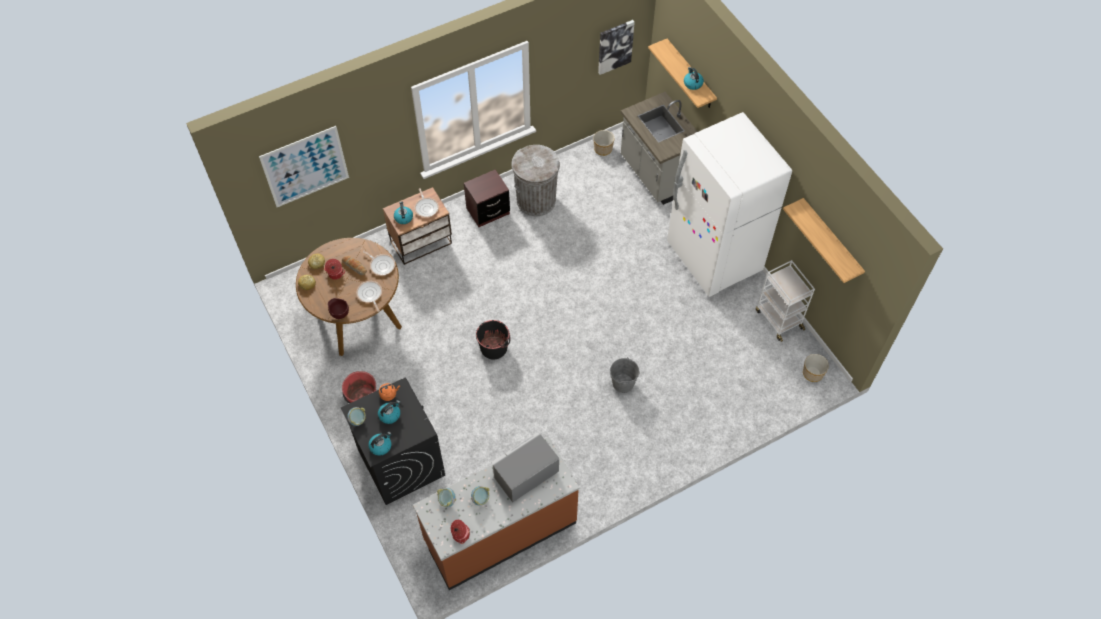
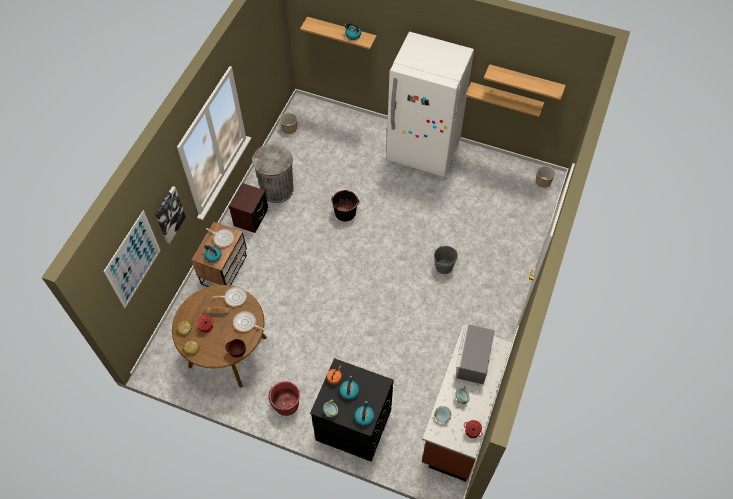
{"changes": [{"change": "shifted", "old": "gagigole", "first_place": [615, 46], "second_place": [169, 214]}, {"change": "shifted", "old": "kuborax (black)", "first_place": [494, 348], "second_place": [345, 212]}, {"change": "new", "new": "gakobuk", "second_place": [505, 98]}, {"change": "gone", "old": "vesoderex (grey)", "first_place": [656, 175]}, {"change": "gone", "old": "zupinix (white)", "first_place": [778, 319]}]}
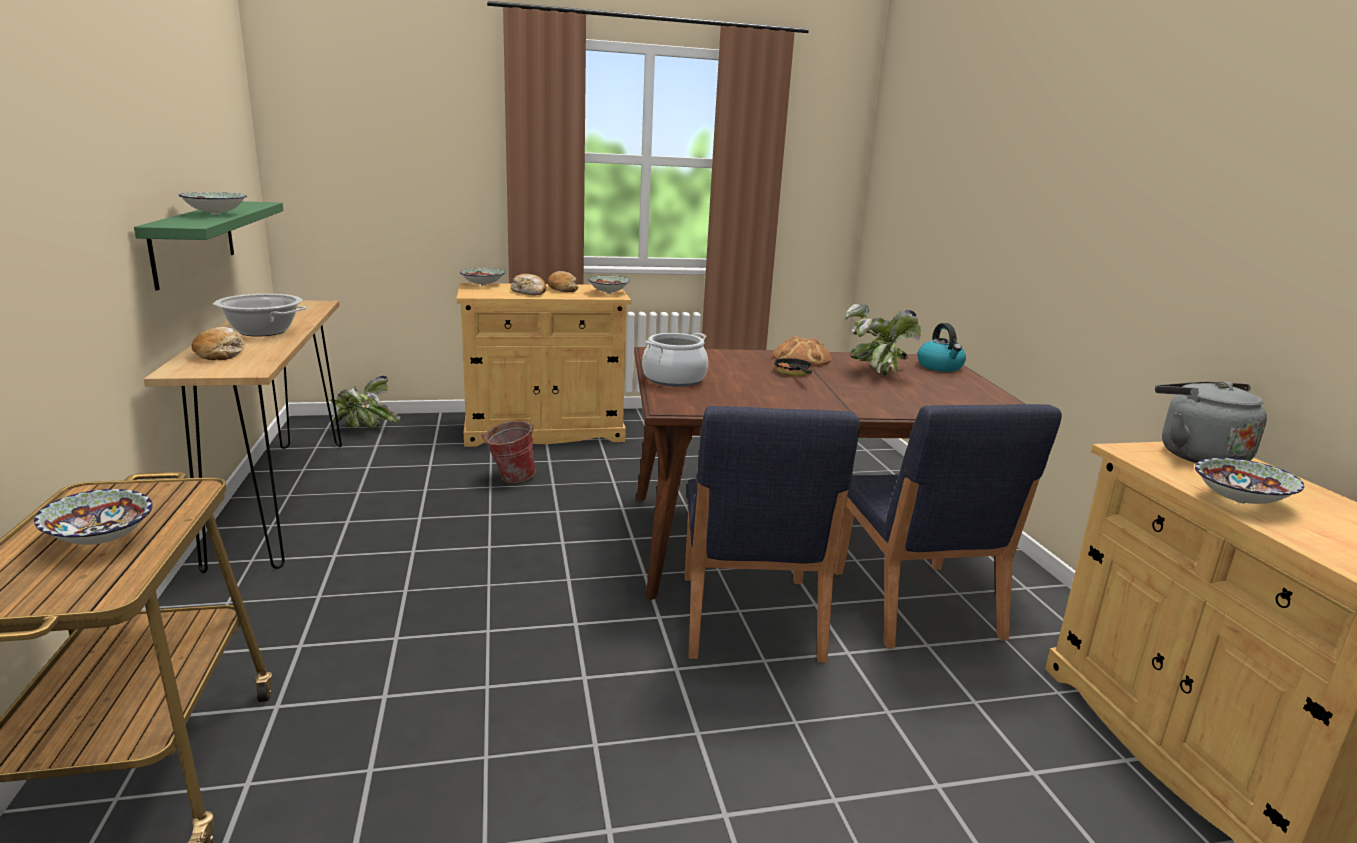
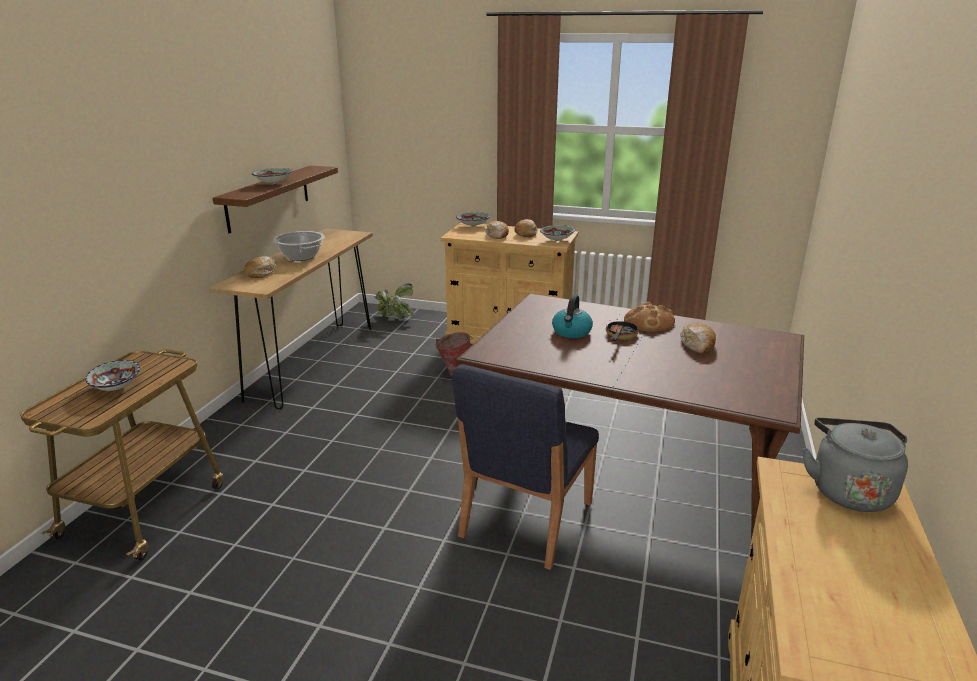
{"changes": [{"change": "repainted", "old": "gakobuk (green)", "new": "gakobuk (brown)", "first_place": [194, 241], "second_place": [268, 197]}, {"change": "shifted", "old": "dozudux", "first_place": [940, 367], "second_place": [571, 332]}, {"change": "swapped", "old": "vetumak", "new": "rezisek", "first_place": [876, 372], "second_place": [697, 345]}, {"change": "gone", "old": "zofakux", "first_place": [674, 379]}, {"change": "gone", "old": "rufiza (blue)", "first_place": [915, 605]}, {"change": "gone", "old": "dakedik", "first_place": [1239, 501]}]}
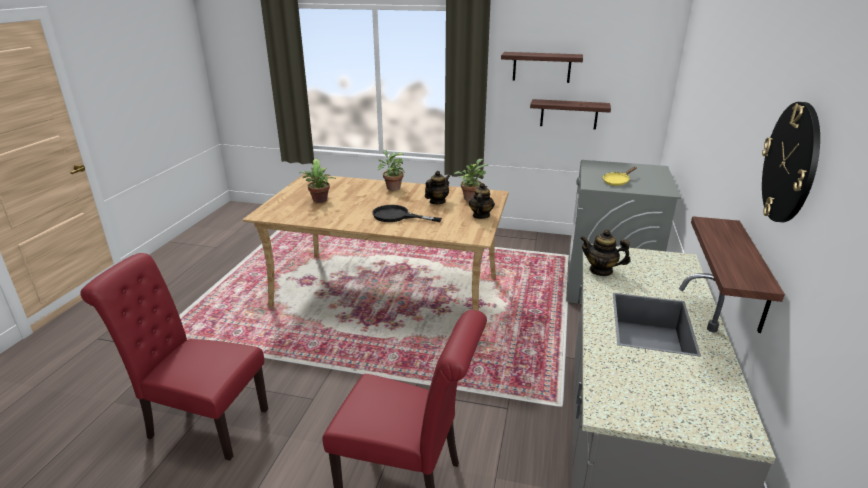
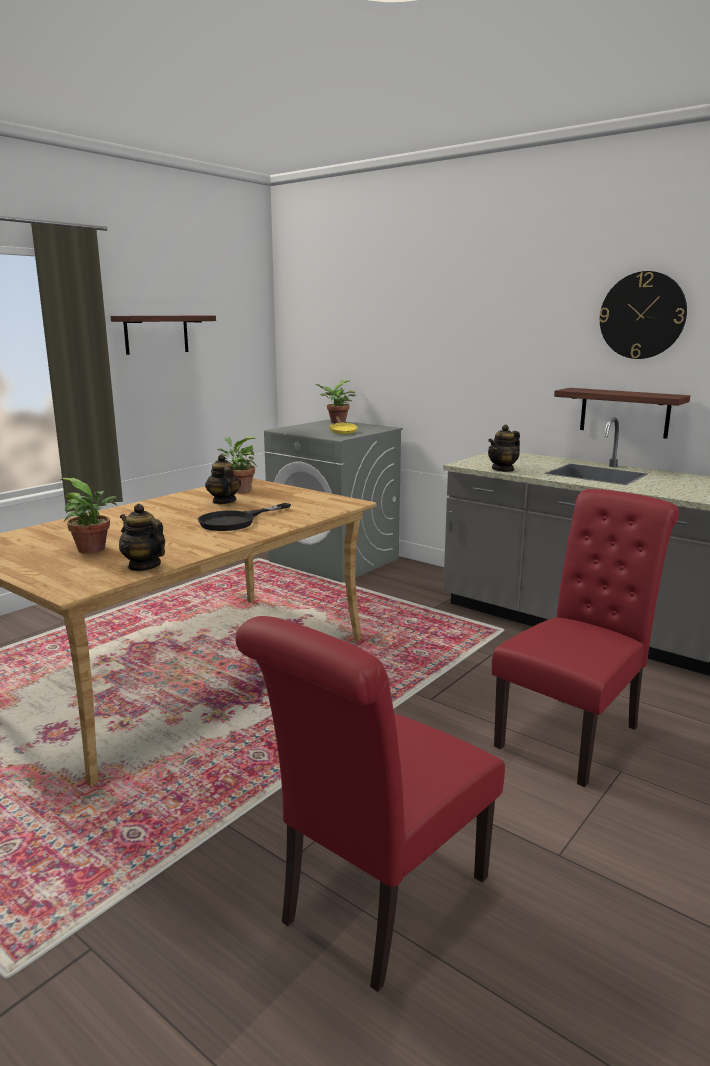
{"changes": [{"change": "shifted", "old": "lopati", "first_place": [480, 216], "second_place": [144, 566]}, {"change": "shifted", "old": "vetumak", "first_place": [392, 187], "second_place": [336, 422]}, {"change": "gone", "old": "gakobuk", "first_place": [569, 114]}]}
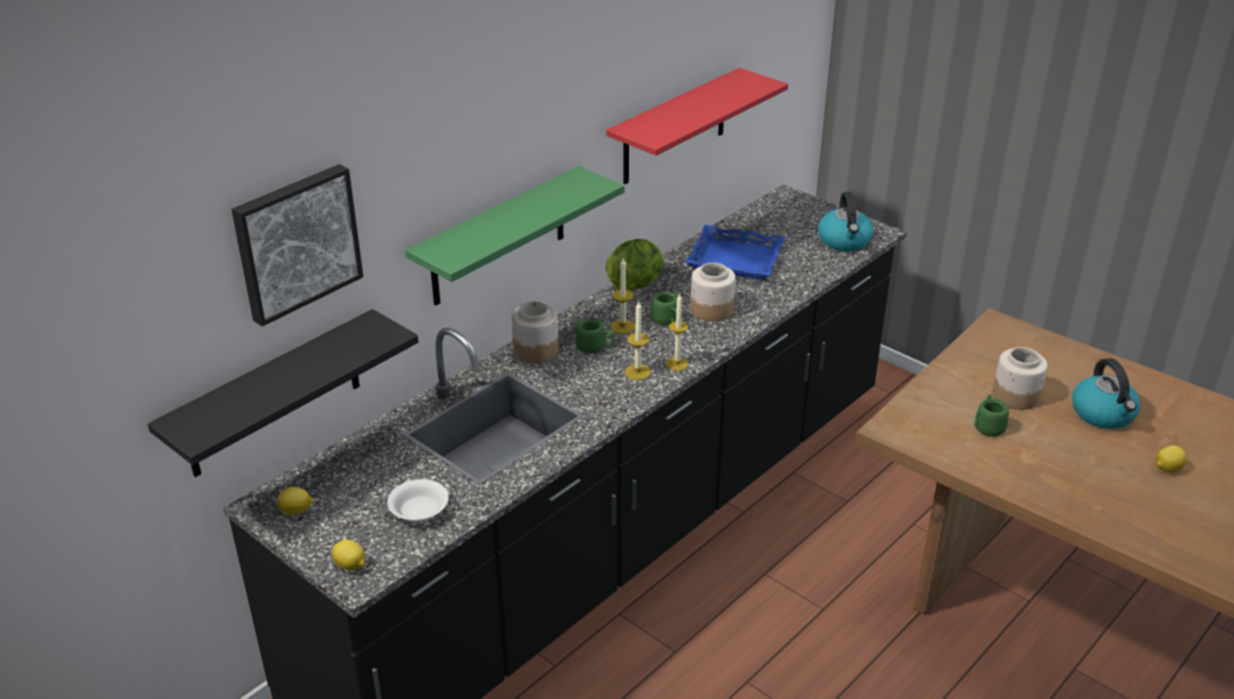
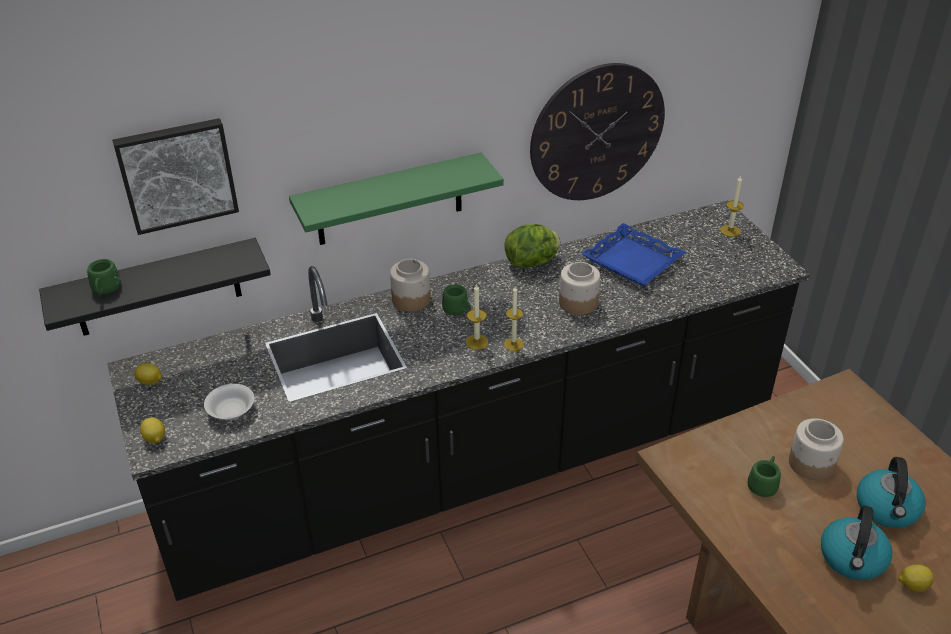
{"changes": [{"change": "shifted", "old": "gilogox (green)", "first_place": [667, 322], "second_place": [105, 290]}, {"change": "swapped", "old": "gakobuk (red)", "new": "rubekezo", "first_place": [675, 127], "second_place": [597, 133]}, {"change": "shifted", "old": "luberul", "first_place": [622, 326], "second_place": [730, 230]}, {"change": "shifted", "old": "dozudux", "first_place": [844, 241], "second_place": [852, 559]}]}
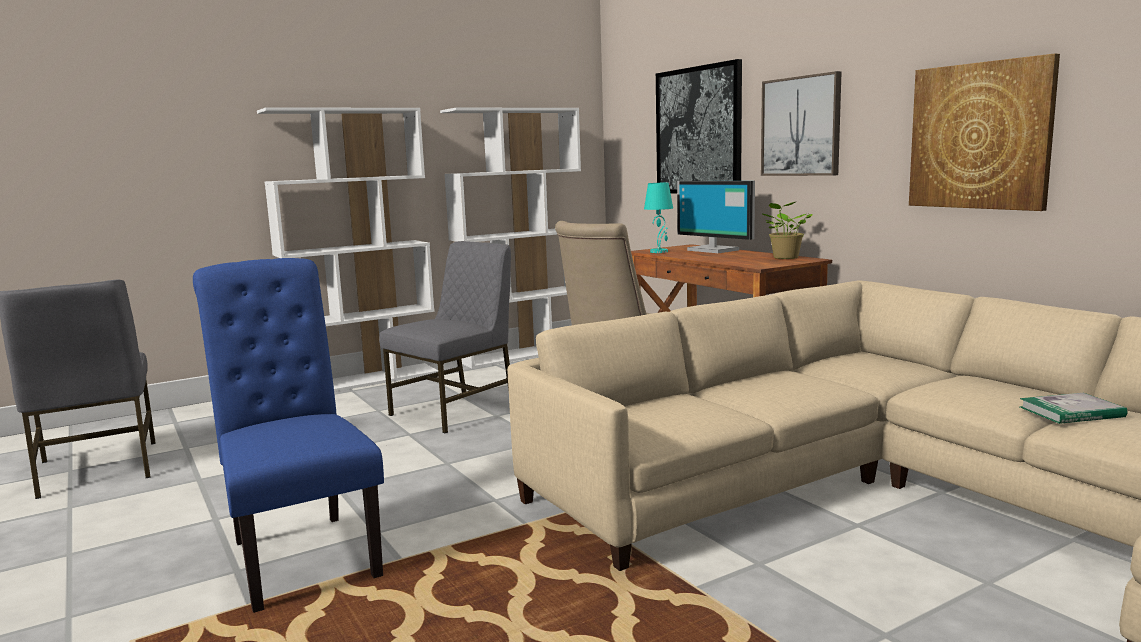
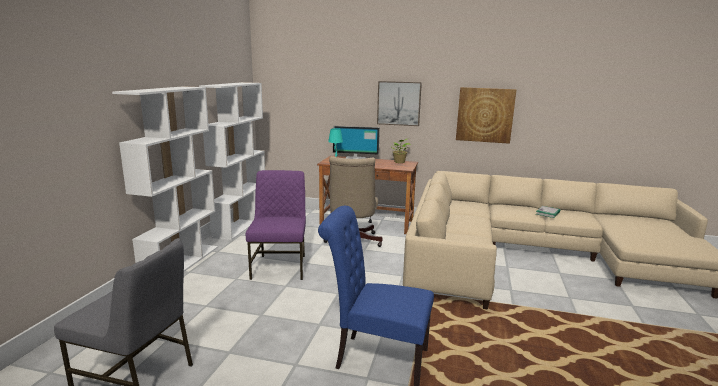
{"changes": [{"change": "repainted", "old": "rufiza (grey)", "new": "rufiza (purple)", "first_place": [456, 411], "second_place": [280, 266]}, {"change": "gone", "old": "gagigole", "first_place": [698, 131]}]}
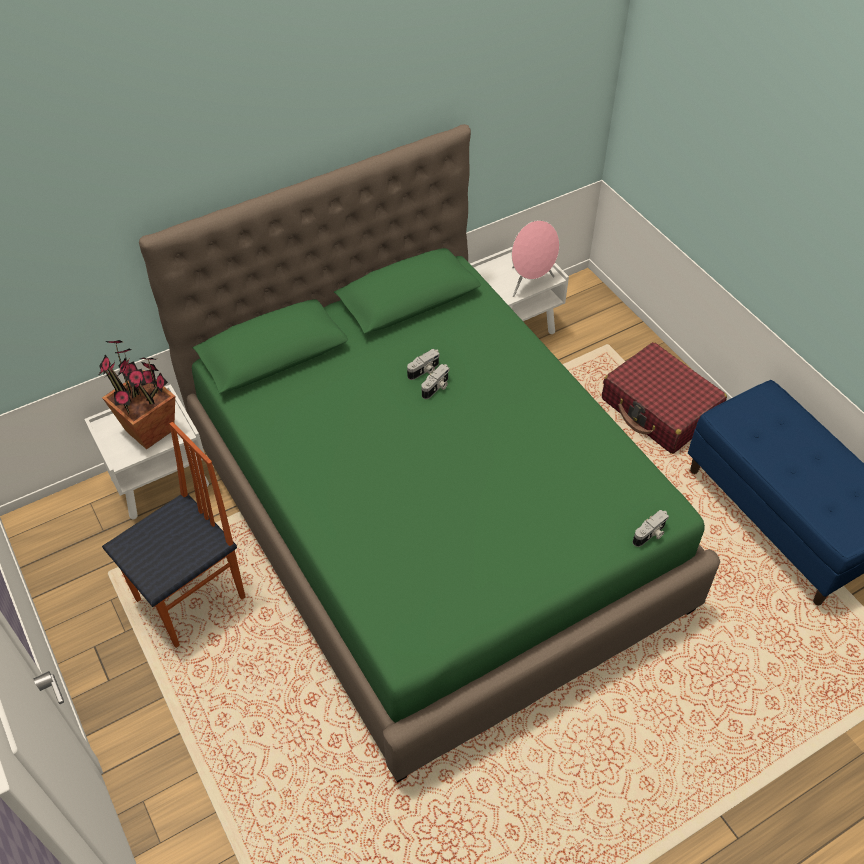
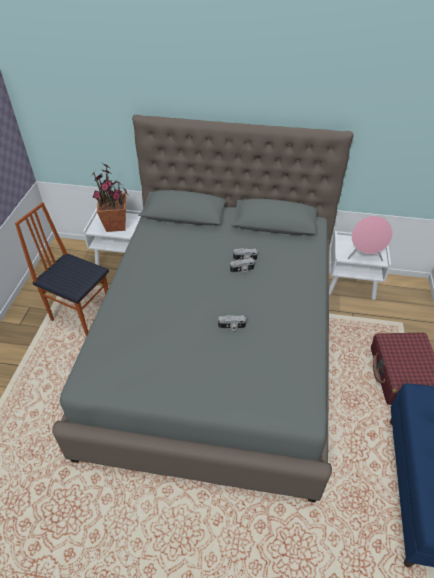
{"changes": [{"change": "rotated", "old": "rufiza", "first_place": [192, 599], "second_place": [82, 314], "degrees": -150}, {"change": "repainted", "old": "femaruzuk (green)", "new": "femaruzuk (grey)", "first_place": [431, 519], "second_place": [217, 349]}, {"change": "shifted", "old": "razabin", "first_place": [650, 535], "second_place": [232, 327]}]}
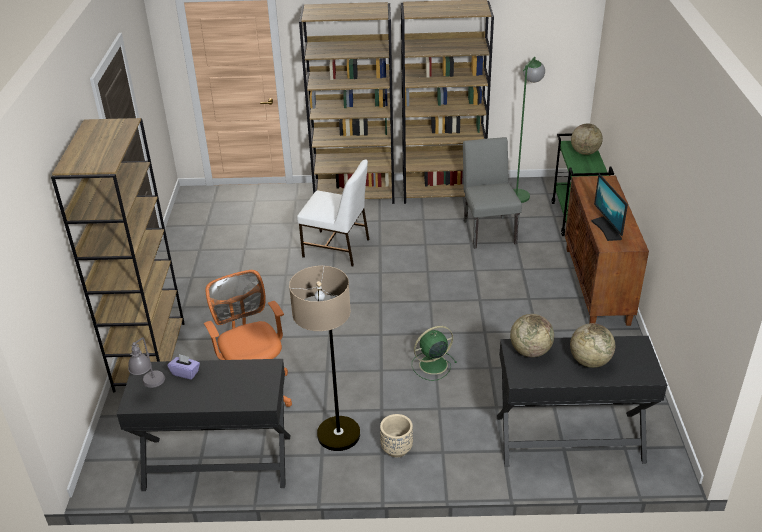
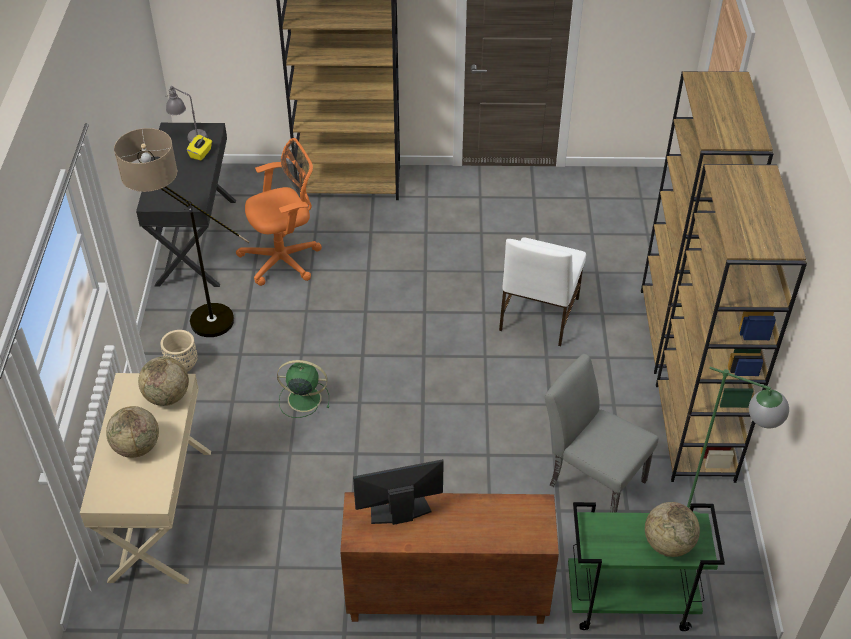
{"changes": [{"change": "repainted", "old": "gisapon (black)", "new": "gisapon (beige)", "first_place": [569, 439], "second_place": [160, 513]}, {"change": "repainted", "old": "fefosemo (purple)", "new": "fefosemo (yellow)", "first_place": [185, 373], "second_place": [201, 154]}, {"change": "rotated", "old": "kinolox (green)", "first_place": [432, 365], "second_place": [302, 399], "degrees": -60}, {"change": "rotated", "old": "rufiza (grey)", "first_place": [488, 229], "second_place": [591, 479], "degrees": -135}]}
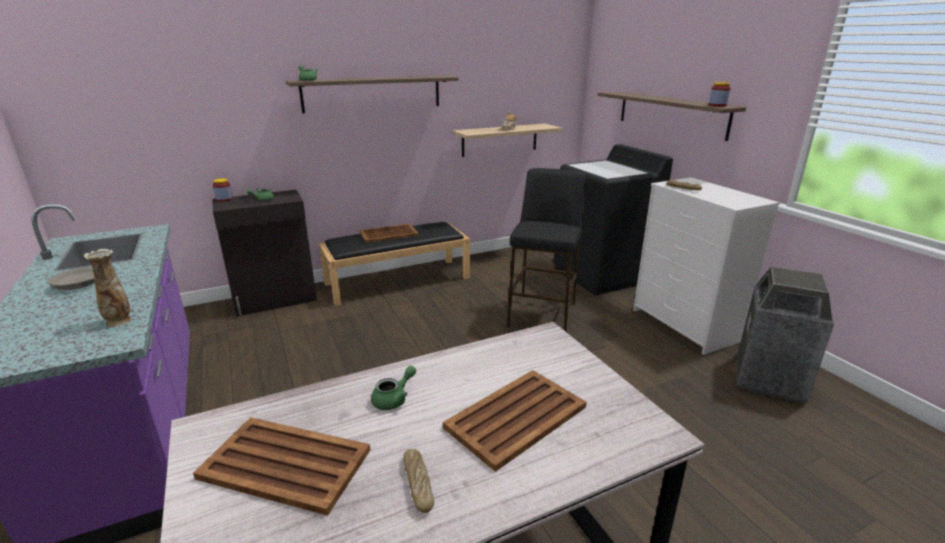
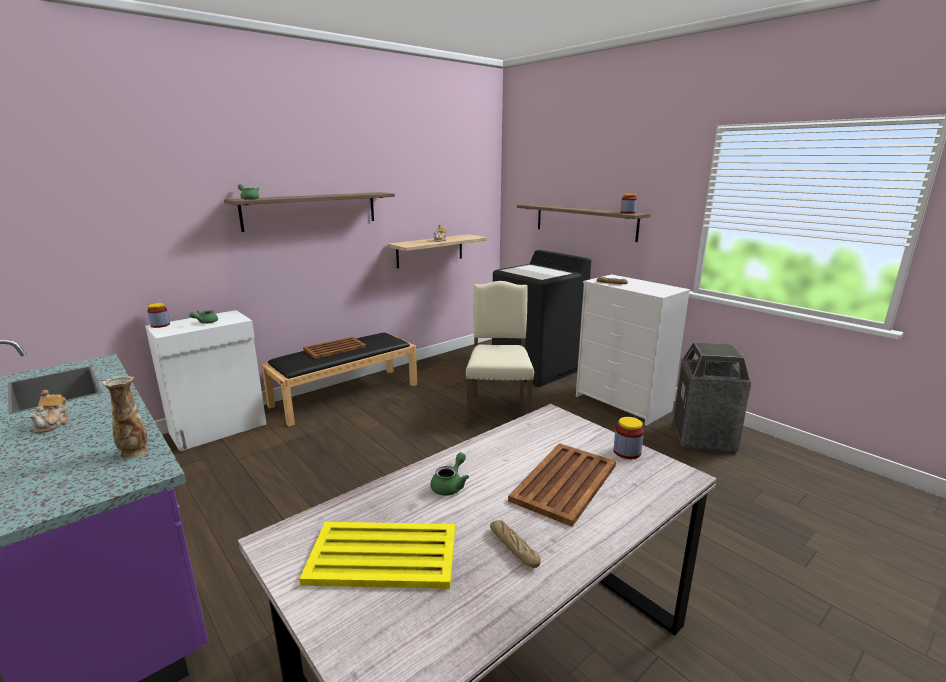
{"changes": [{"change": "swapped", "old": "dakedik (grey)", "new": "lopati", "first_place": [78, 285], "second_place": [54, 424]}, {"change": "repainted", "old": "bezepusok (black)", "new": "bezepusok (white)", "first_place": [276, 300], "second_place": [219, 429]}, {"change": "repainted", "old": "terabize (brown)", "new": "terabize (yellow)", "first_place": [284, 463], "second_place": [381, 555]}, {"change": "swapped", "old": "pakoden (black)", "new": "rufiza (beige)", "first_place": [542, 314], "second_place": [498, 409]}, {"change": "new", "new": "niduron", "second_place": [627, 452]}]}
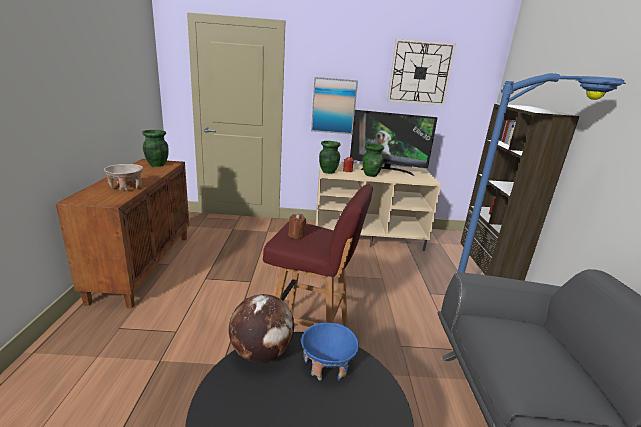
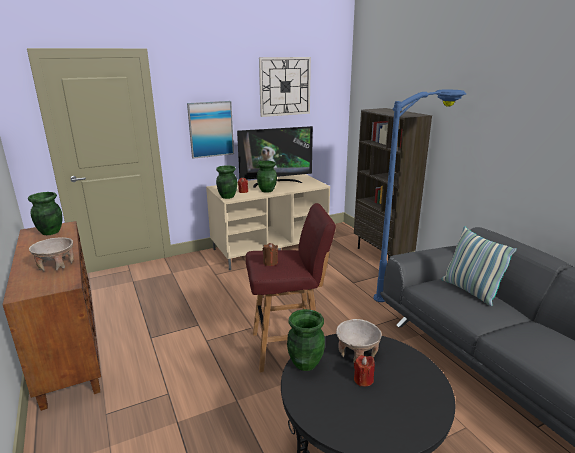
{"changes": [{"change": "swapped", "old": "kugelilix", "new": "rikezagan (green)", "first_place": [261, 352], "second_place": [305, 363]}, {"change": "repainted", "old": "dakedik (blue)", "new": "dakedik (beige)", "first_place": [327, 366], "second_place": [357, 353]}, {"change": "new", "new": "luberul (red)", "second_place": [363, 380]}, {"change": "new", "new": "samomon", "second_place": [470, 291]}]}
